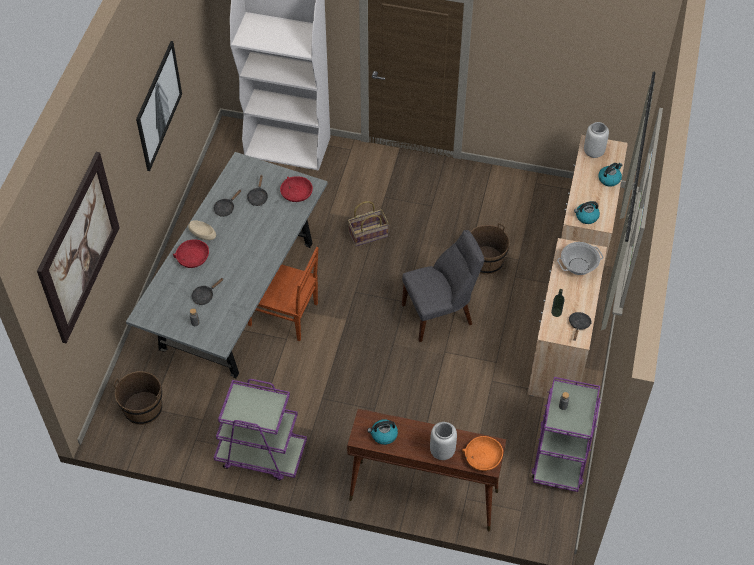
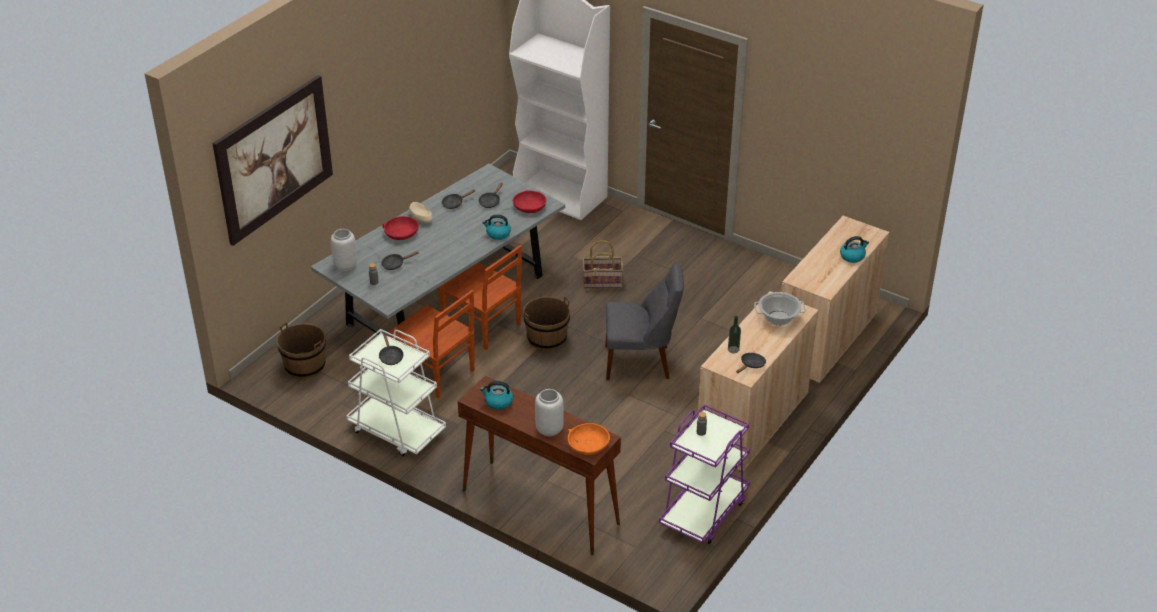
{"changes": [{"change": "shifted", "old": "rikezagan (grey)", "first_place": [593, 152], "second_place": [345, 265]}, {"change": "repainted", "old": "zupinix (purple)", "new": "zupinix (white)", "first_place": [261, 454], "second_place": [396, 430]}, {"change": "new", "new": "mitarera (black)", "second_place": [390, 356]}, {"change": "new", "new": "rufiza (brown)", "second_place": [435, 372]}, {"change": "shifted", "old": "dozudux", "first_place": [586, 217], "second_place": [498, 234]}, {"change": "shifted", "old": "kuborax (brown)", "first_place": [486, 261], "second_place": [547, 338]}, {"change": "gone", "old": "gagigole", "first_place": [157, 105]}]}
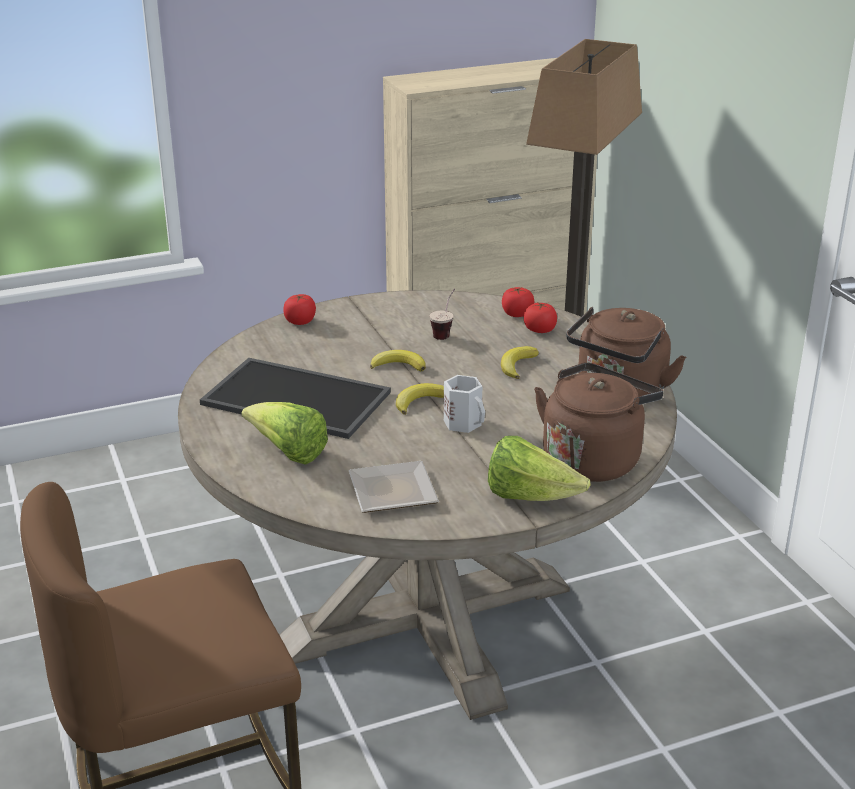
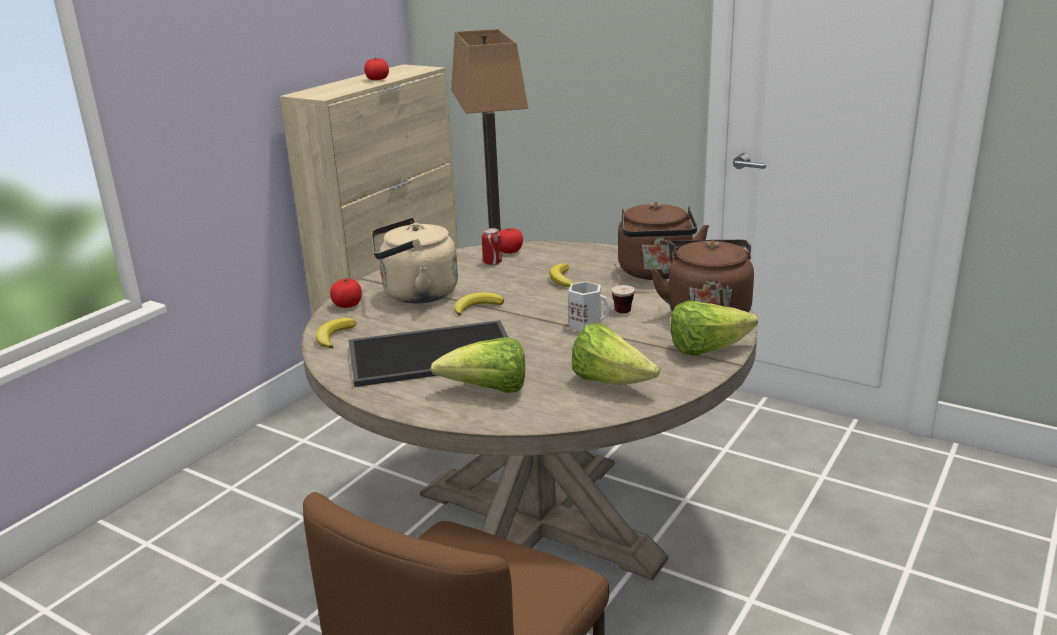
{"changes": [{"change": "shifted", "old": "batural", "first_place": [419, 401], "second_place": [334, 336]}, {"change": "shifted", "old": "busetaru", "first_place": [539, 330], "second_place": [377, 79]}, {"change": "new", "new": "dozudux (beige)", "second_place": [415, 294]}, {"change": "new", "new": "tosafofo", "second_place": [492, 262]}, {"change": "swapped", "old": "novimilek", "new": "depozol", "first_place": [395, 490], "second_place": [610, 381]}, {"change": "shifted", "old": "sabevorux", "first_place": [445, 332], "second_place": [620, 306]}]}
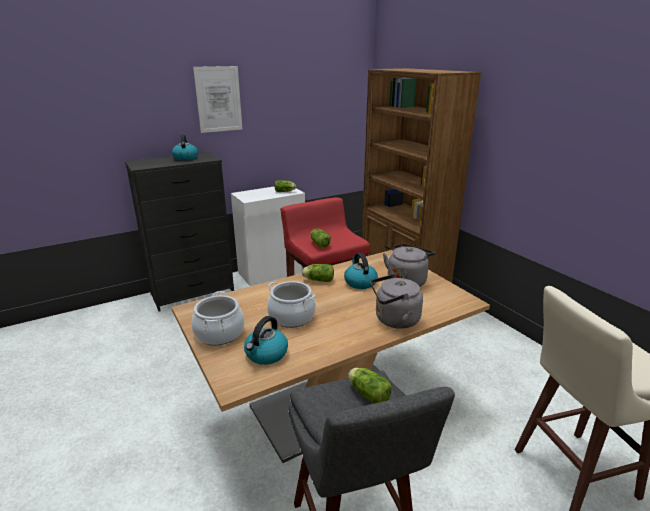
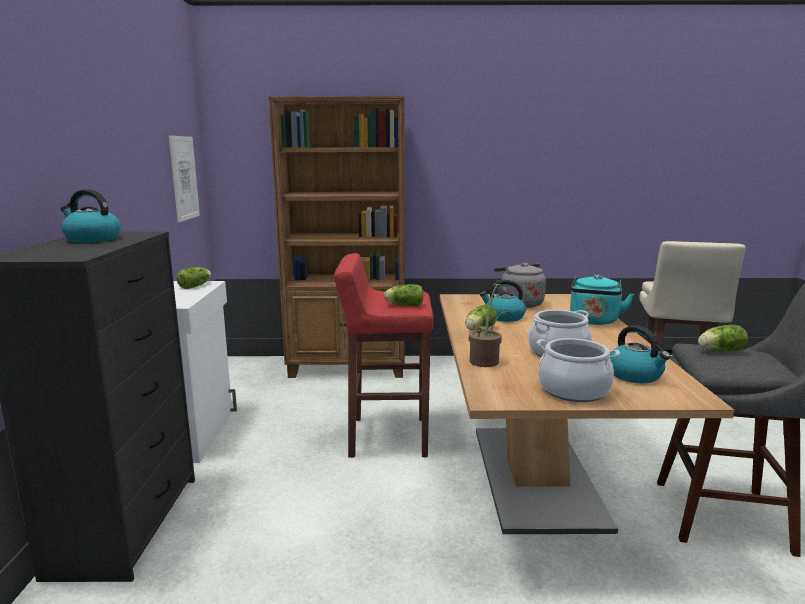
{"changes": [{"change": "shifted", "old": "gagigole", "first_place": [218, 99], "second_place": [184, 178]}, {"change": "new", "new": "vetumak", "second_place": [486, 360]}, {"change": "repainted", "old": "dozudux (grey)", "new": "dozudux (turquoise)", "first_place": [394, 320], "second_place": [594, 321]}]}
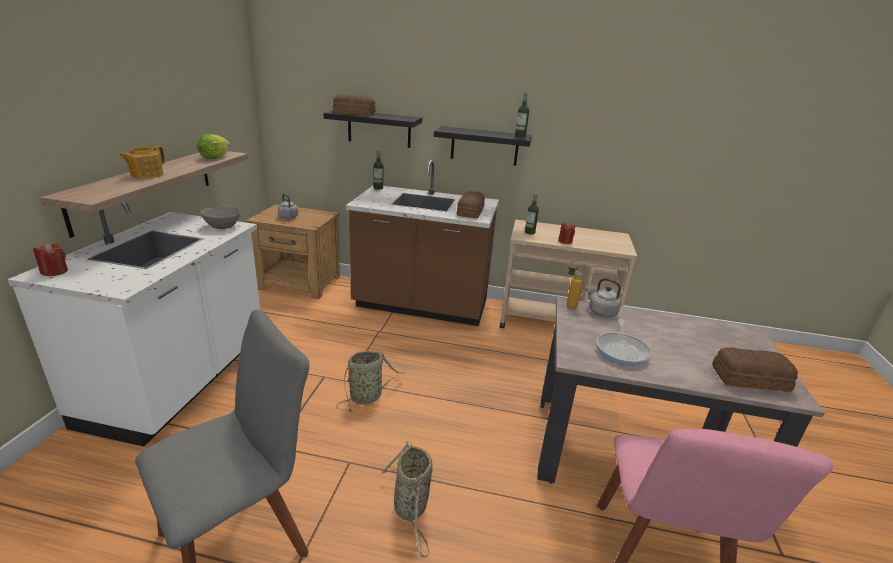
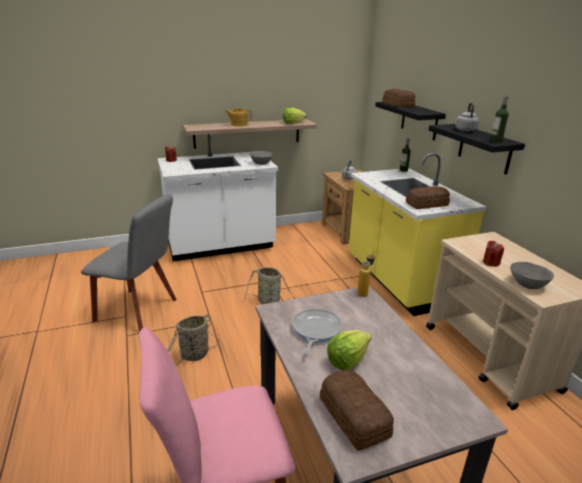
{"changes": [{"change": "rotated", "old": "mitarera", "first_place": [622, 350], "second_place": [315, 330], "degrees": 120}, {"change": "new", "new": "depozol", "second_place": [347, 360]}, {"change": "repainted", "old": "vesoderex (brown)", "new": "vesoderex (yellow)", "first_place": [421, 306], "second_place": [398, 281]}, {"change": "shifted", "old": "dozudux (grey)", "first_place": [601, 312], "second_place": [465, 130]}, {"change": "new", "new": "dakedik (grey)", "second_place": [528, 284]}, {"change": "gone", "old": "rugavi", "first_place": [529, 232]}]}
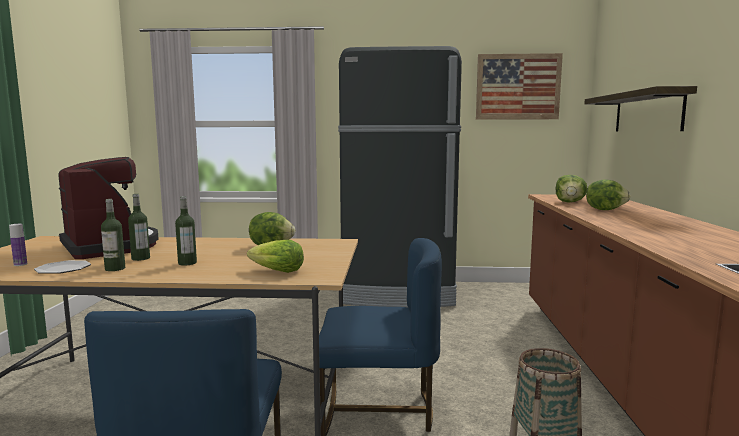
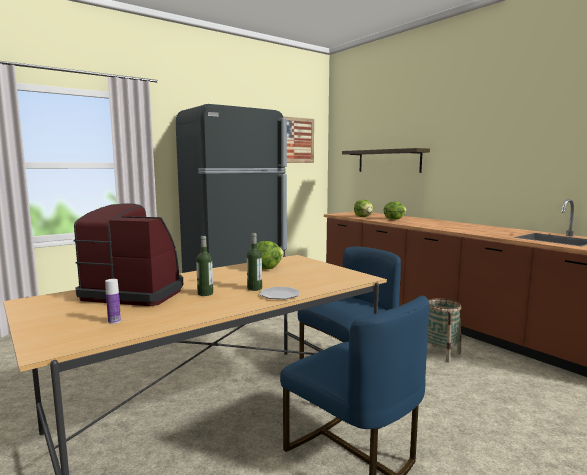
{"changes": [{"change": "shifted", "old": "novimilek", "first_place": [63, 269], "second_place": [279, 295]}, {"change": "gone", "old": "rugavi", "first_place": [115, 269]}, {"change": "gone", "old": "depozol", "first_place": [277, 271]}]}
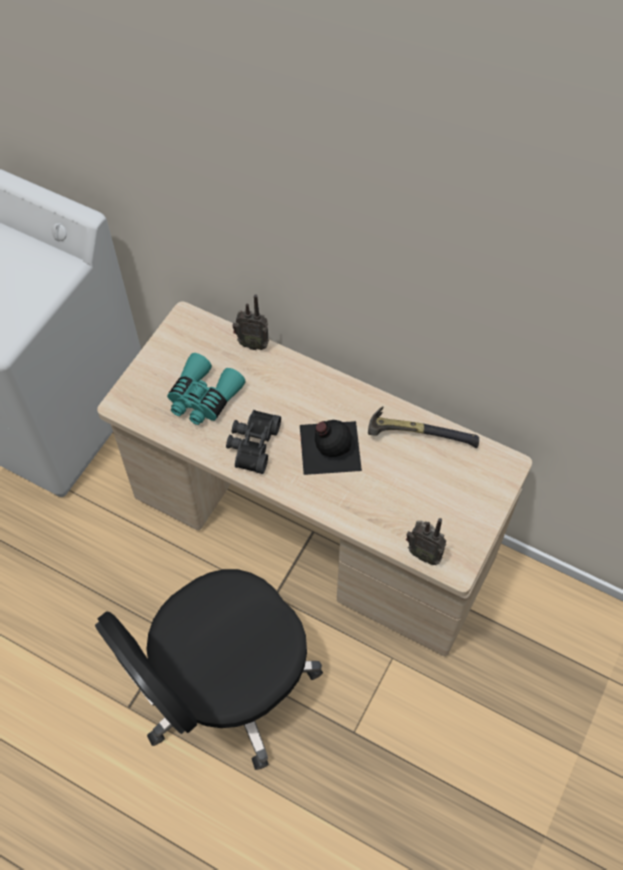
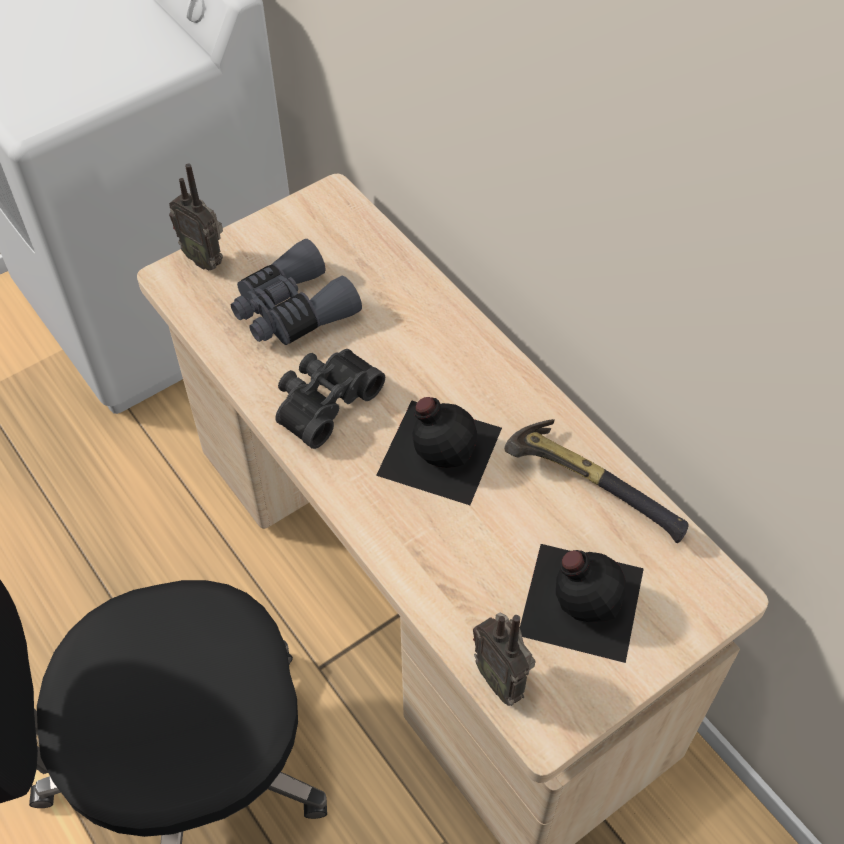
{"changes": [{"change": "shifted", "old": "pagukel", "first_place": [252, 343], "second_place": [205, 259]}, {"change": "repainted", "old": "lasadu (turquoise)", "new": "lasadu (grey)", "first_place": [203, 398], "second_place": [292, 310]}, {"change": "new", "new": "rugavi (black)", "second_place": [580, 599]}]}
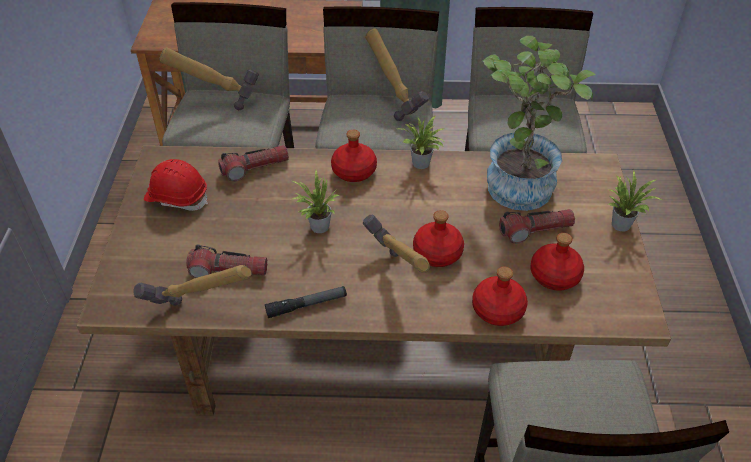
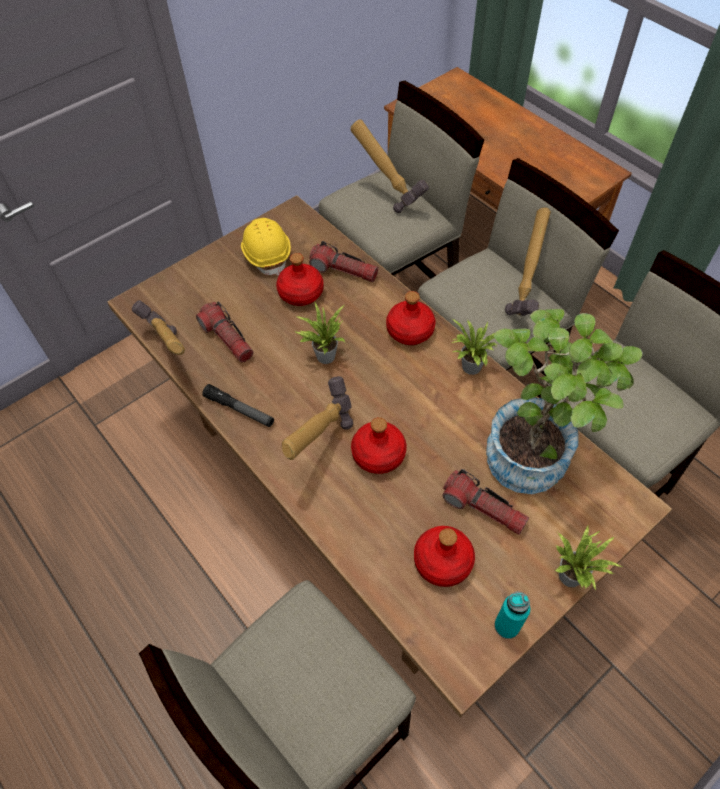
{"changes": [{"change": "repainted", "old": "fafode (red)", "new": "fafode (yellow)", "first_place": [177, 197], "second_place": [267, 254]}, {"change": "shifted", "old": "rugavi (red)", "first_place": [498, 309], "second_place": [301, 293]}, {"change": "new", "new": "rugavi (turquoise)", "second_place": [507, 626]}]}
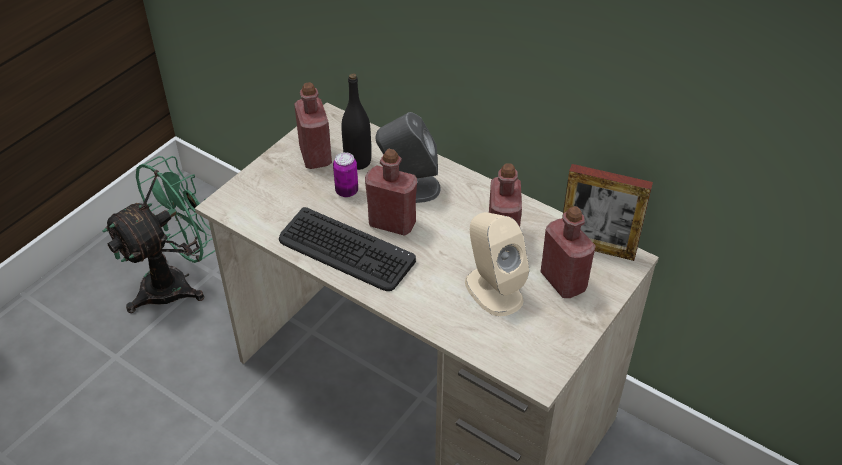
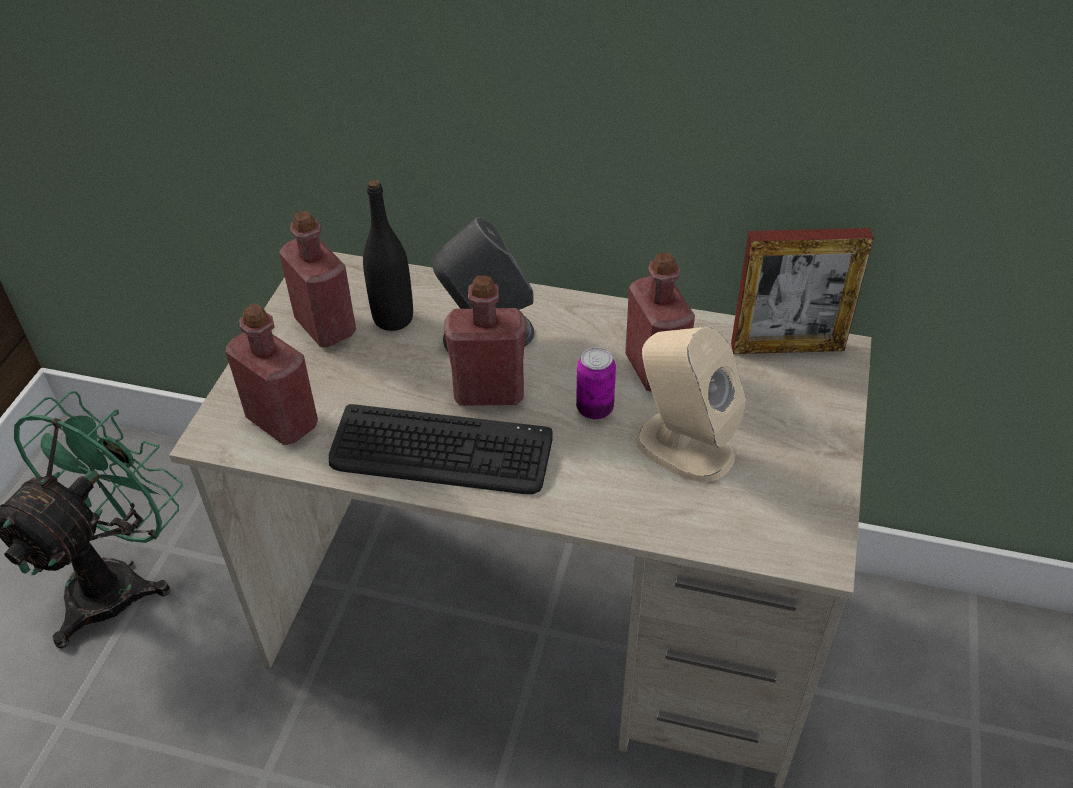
{"changes": [{"change": "shifted", "old": "rugavi (red)", "first_place": [563, 281], "second_place": [282, 421]}, {"change": "shifted", "old": "tosafofo", "first_place": [347, 191], "second_place": [594, 409]}]}
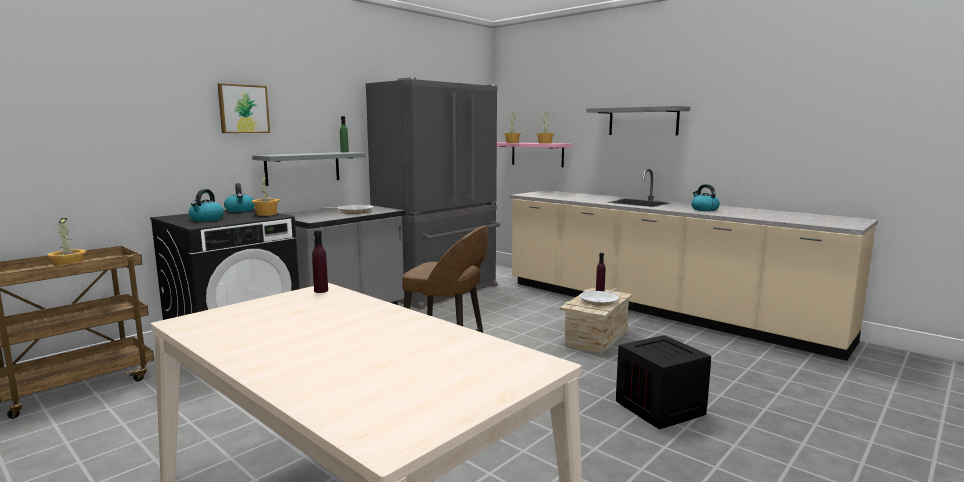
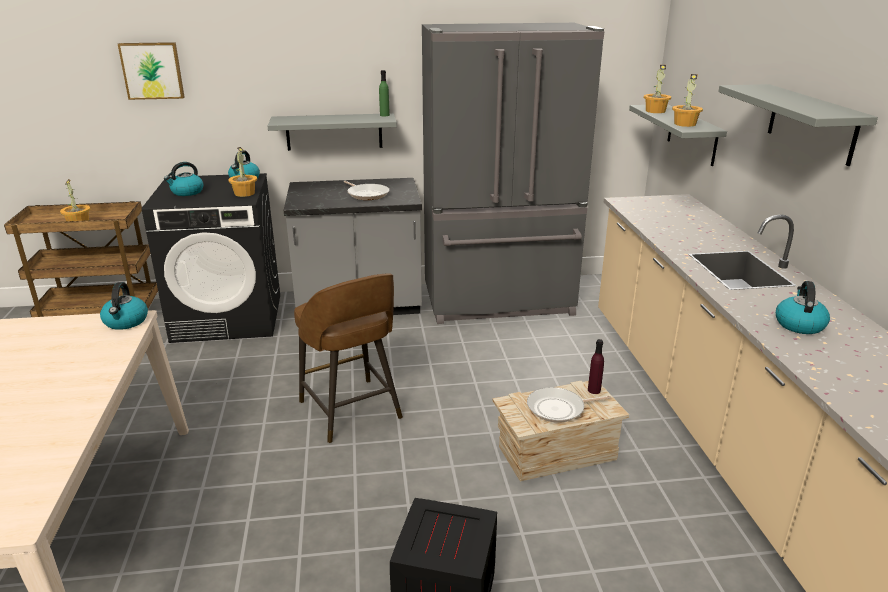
{"changes": [{"change": "swapped", "old": "rugavi (purple)", "new": "dozudux", "first_place": [321, 291], "second_place": [126, 322]}, {"change": "shifted", "old": "gagigole", "first_place": [243, 109], "second_place": [152, 70]}, {"change": "repainted", "old": "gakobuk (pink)", "new": "gakobuk (grey)", "first_place": [537, 154], "second_place": [692, 134]}]}
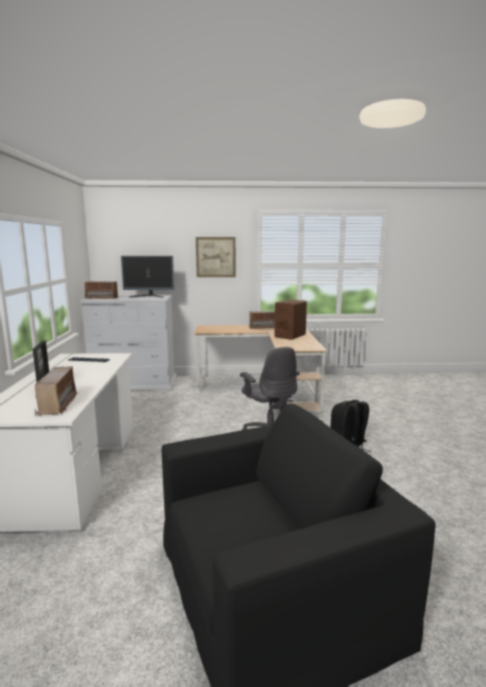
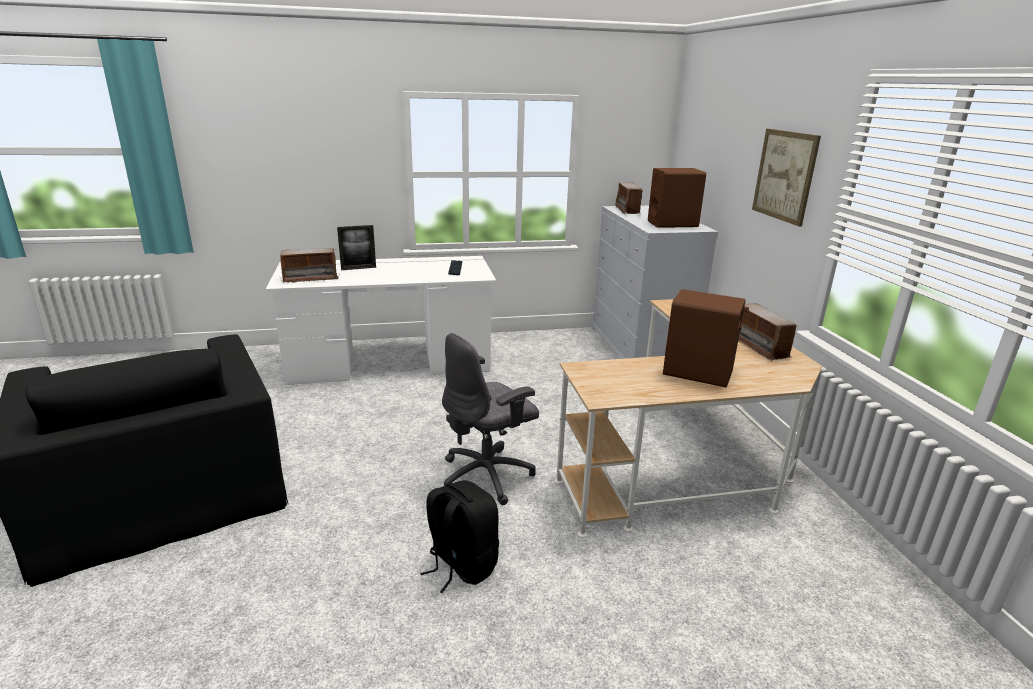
{"changes": [{"change": "swapped", "old": "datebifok", "new": "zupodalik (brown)", "first_place": [149, 296], "second_place": [672, 224]}]}
